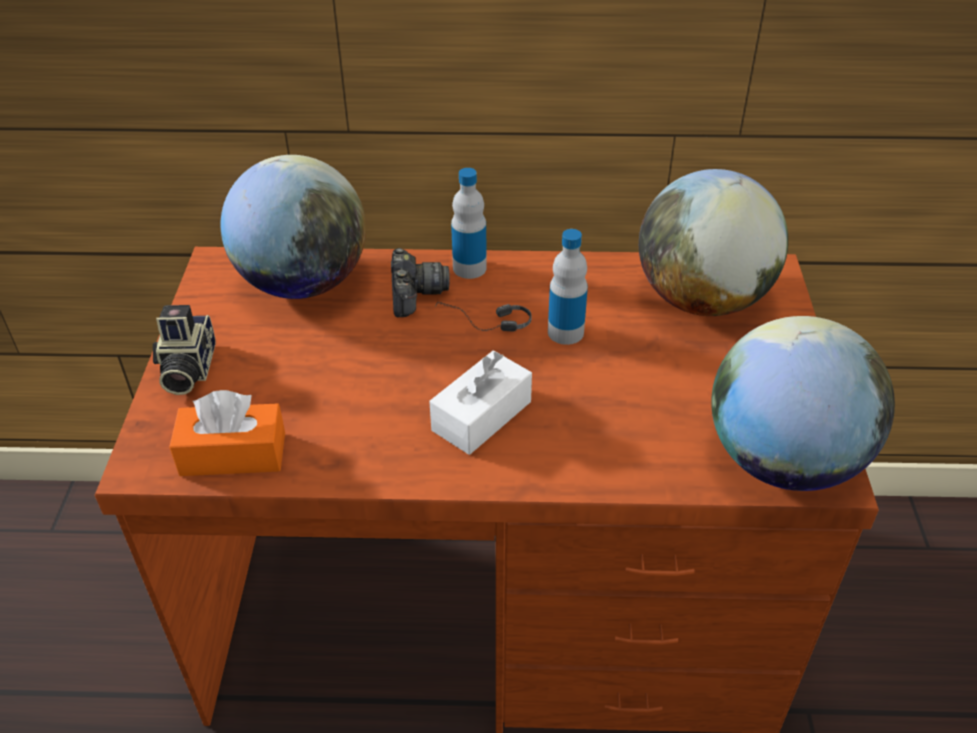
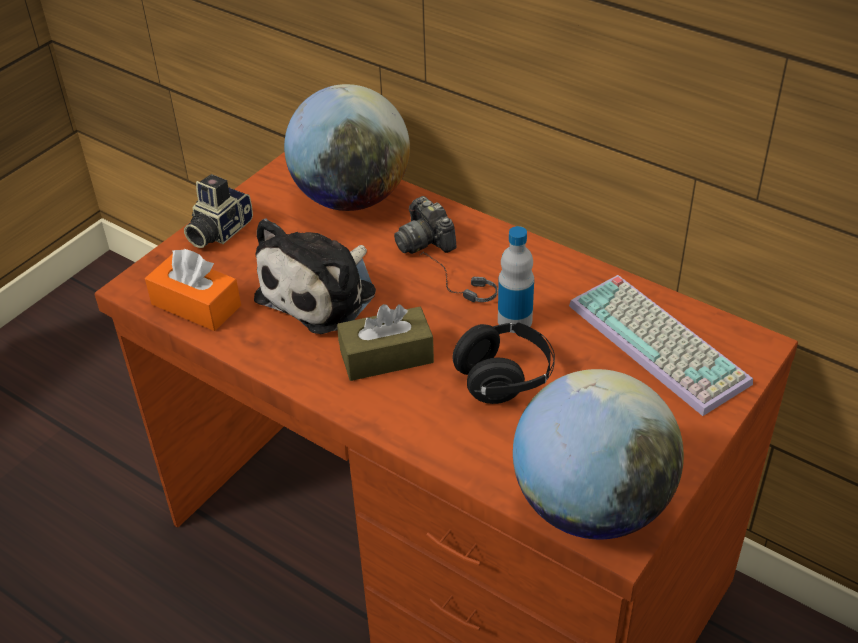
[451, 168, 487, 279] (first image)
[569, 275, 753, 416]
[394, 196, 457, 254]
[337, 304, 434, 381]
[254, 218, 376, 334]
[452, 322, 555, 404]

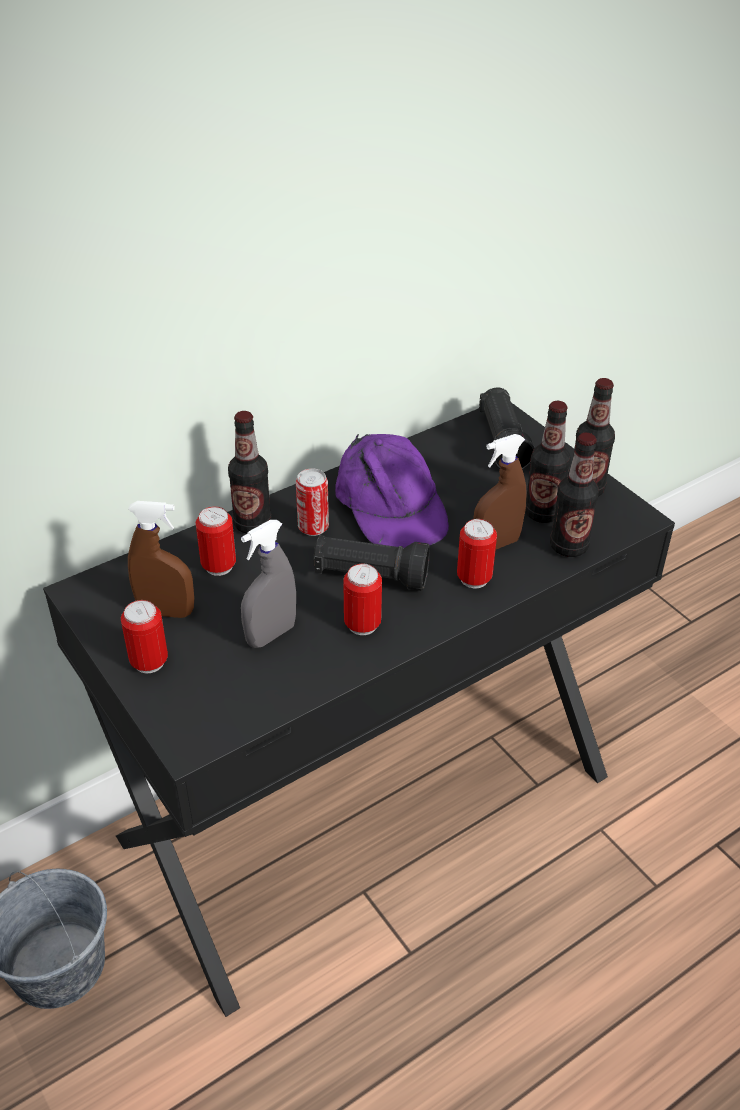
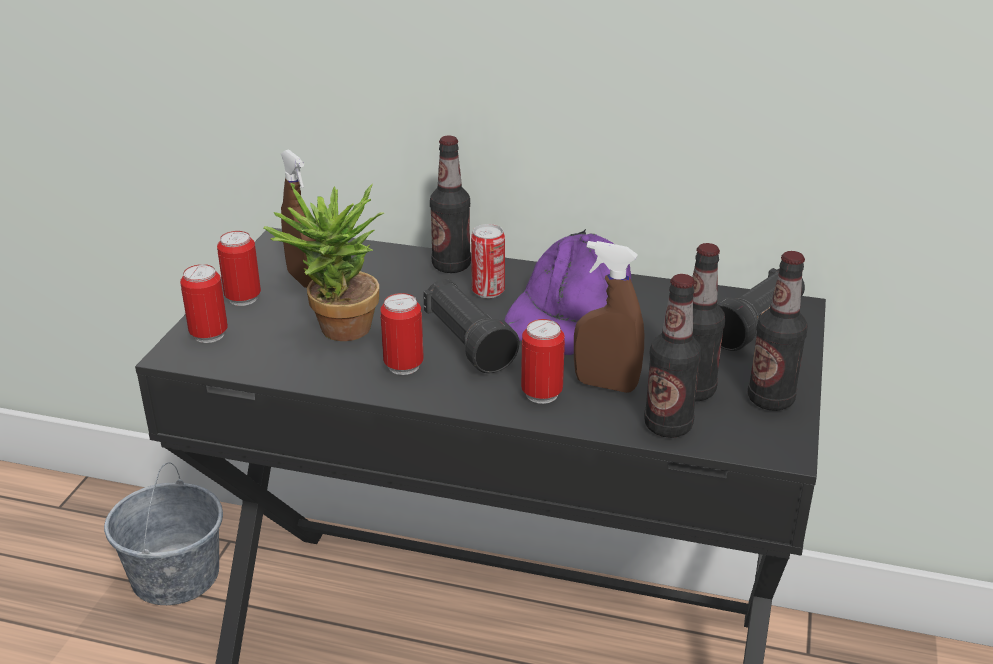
[180, 264, 228, 343]
[264, 182, 384, 341]

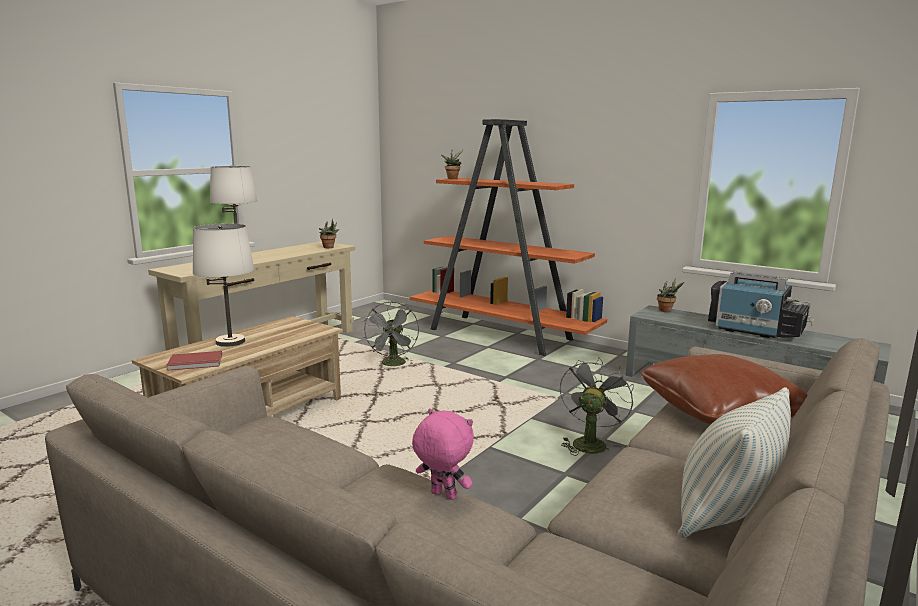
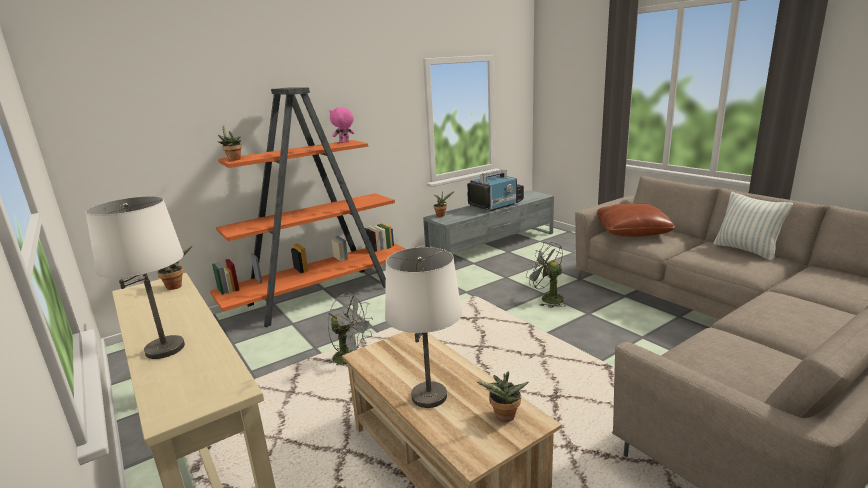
[477, 371, 529, 422]
[329, 107, 354, 143]

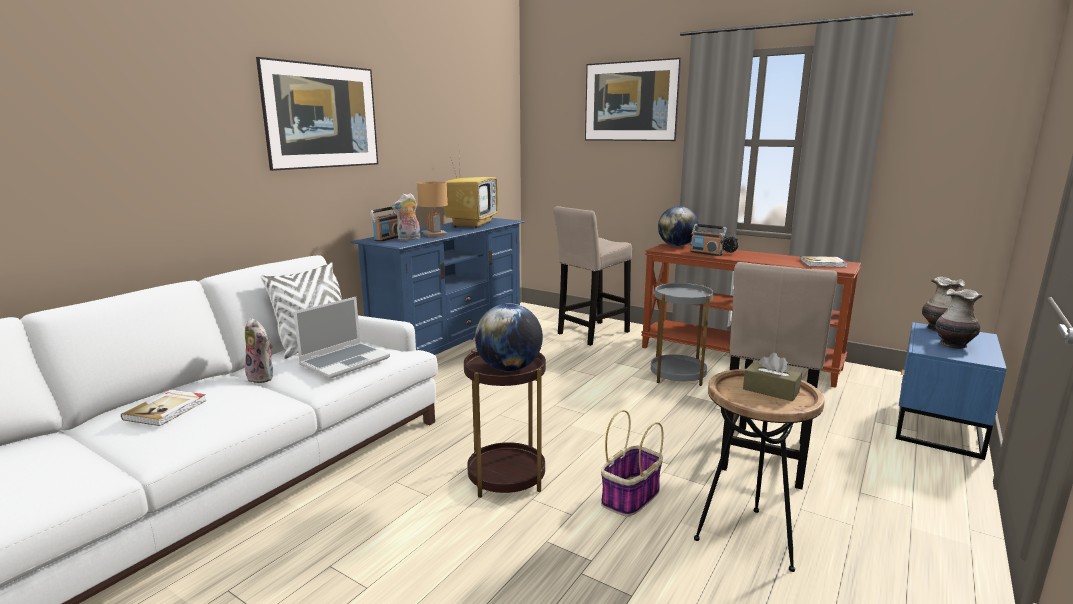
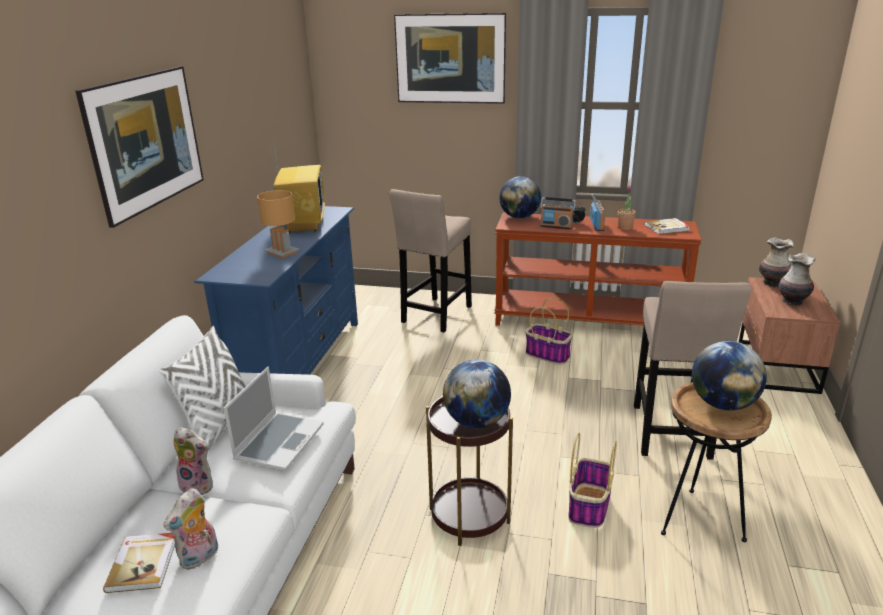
[163, 488, 218, 570]
[590, 194, 605, 231]
[525, 297, 573, 365]
[739, 277, 841, 394]
[692, 341, 767, 411]
[618, 186, 636, 230]

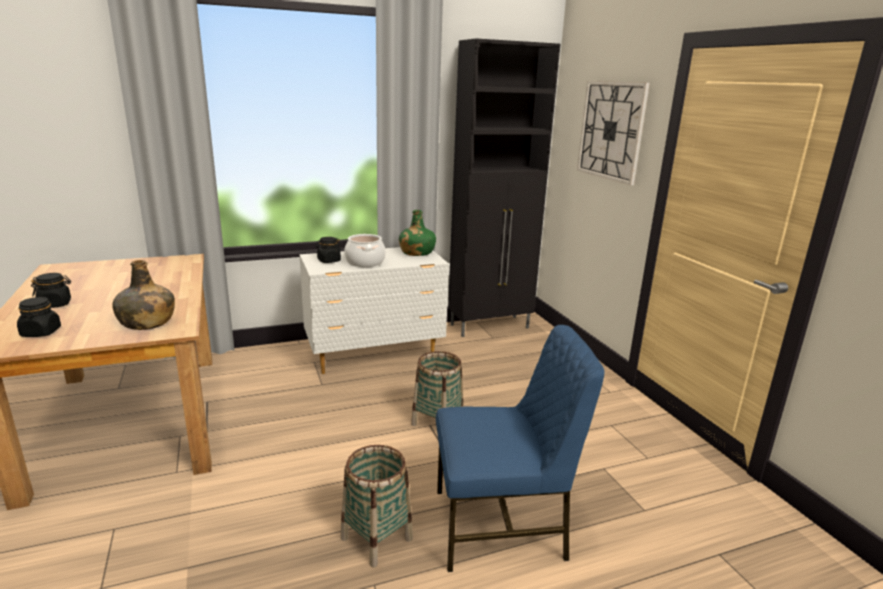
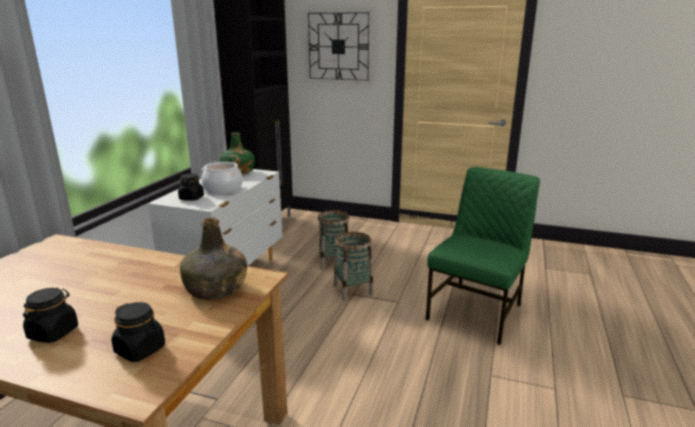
[426, 167, 540, 345]
[318, 210, 350, 270]

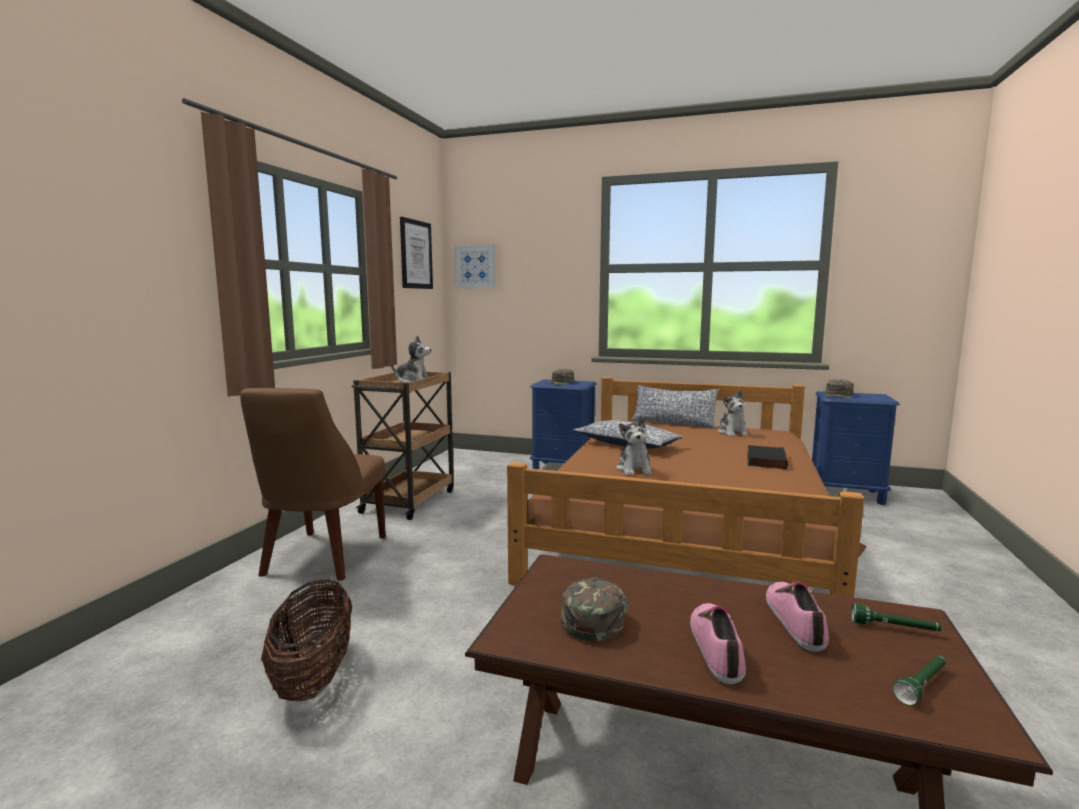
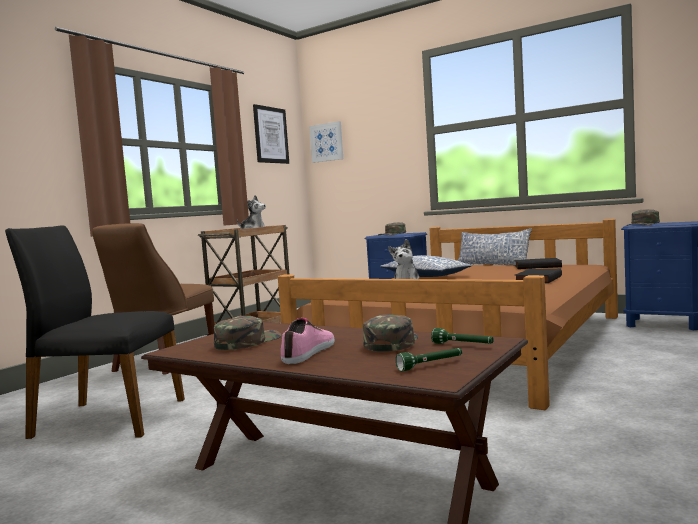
[514, 258, 562, 269]
[5, 226, 185, 439]
[363, 314, 418, 352]

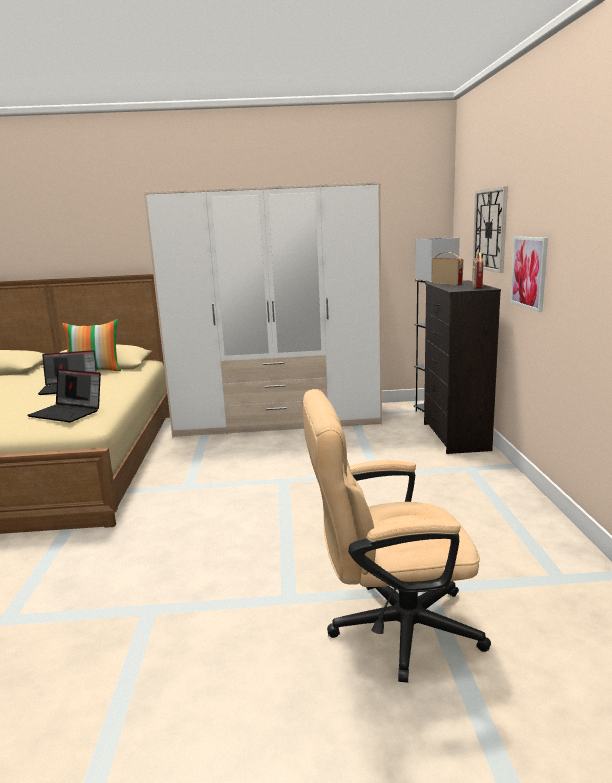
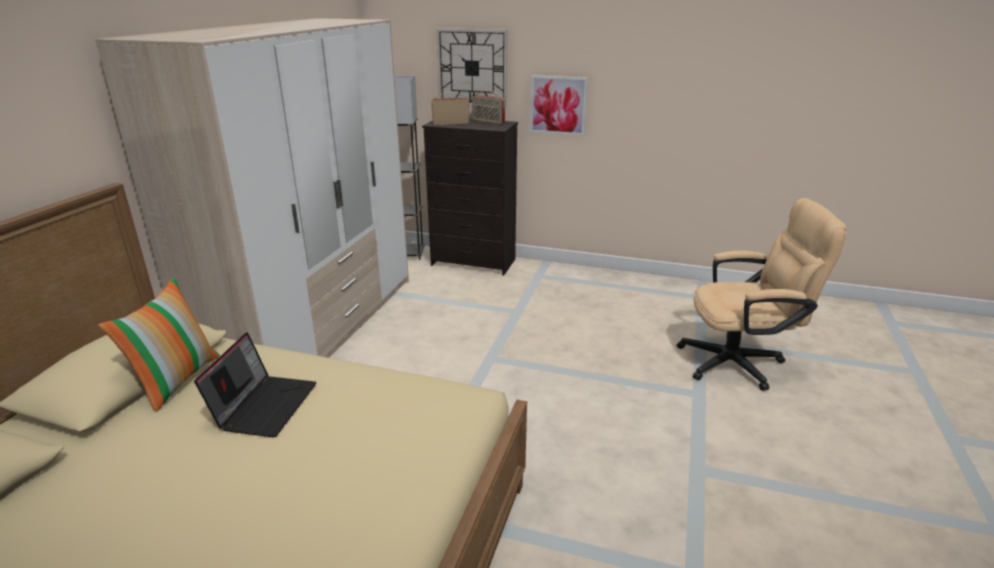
[27, 369, 101, 422] (first image)
[677, 198, 846, 391]

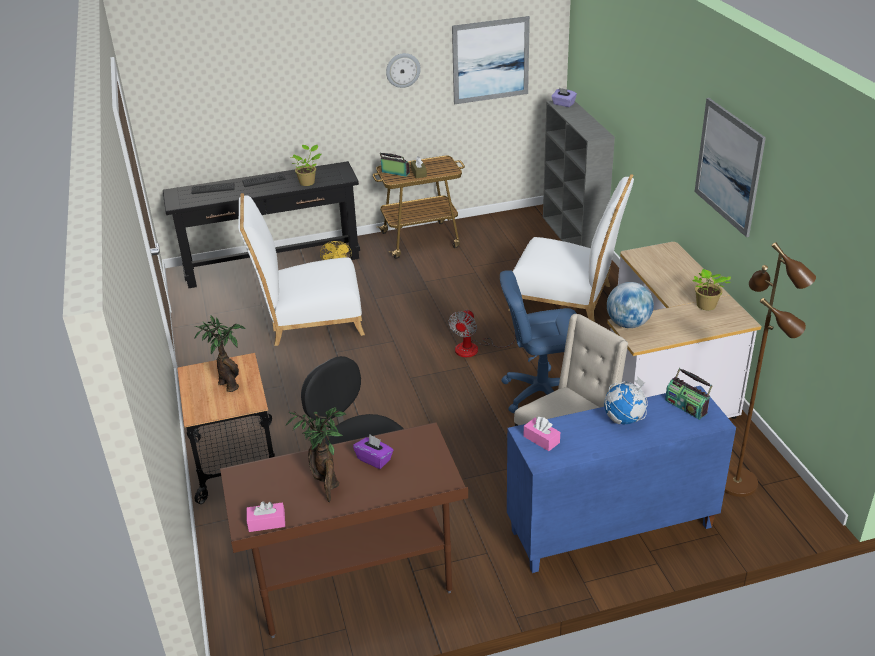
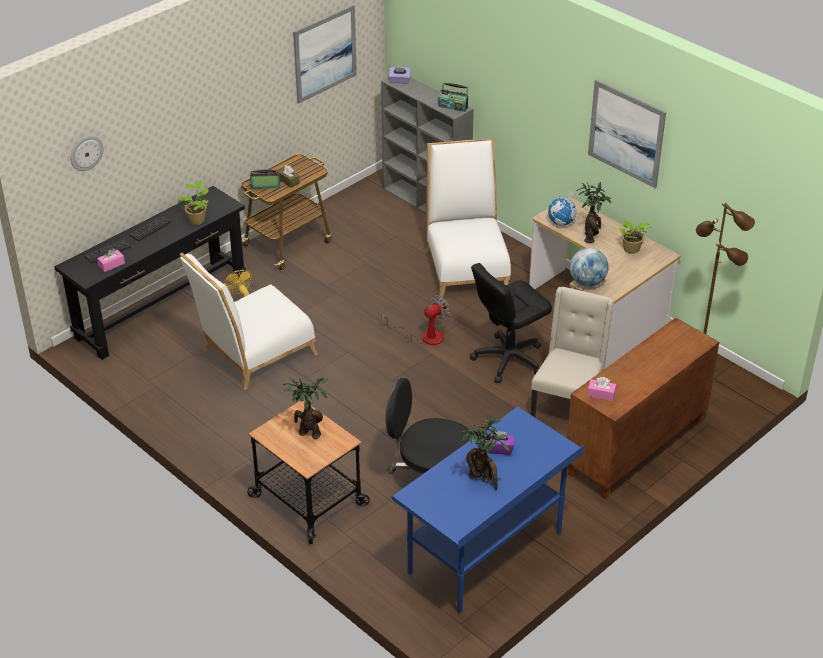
[71, 135, 104, 171]
[426, 138, 511, 299]
[470, 263, 552, 383]
[382, 295, 450, 345]
[438, 82, 468, 112]
[548, 190, 577, 226]
[567, 318, 719, 499]
[391, 407, 584, 614]
[97, 249, 125, 272]
[577, 182, 611, 243]

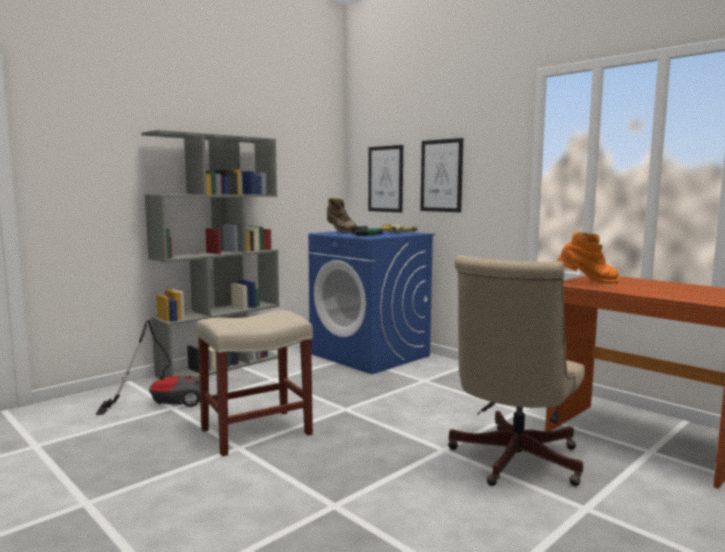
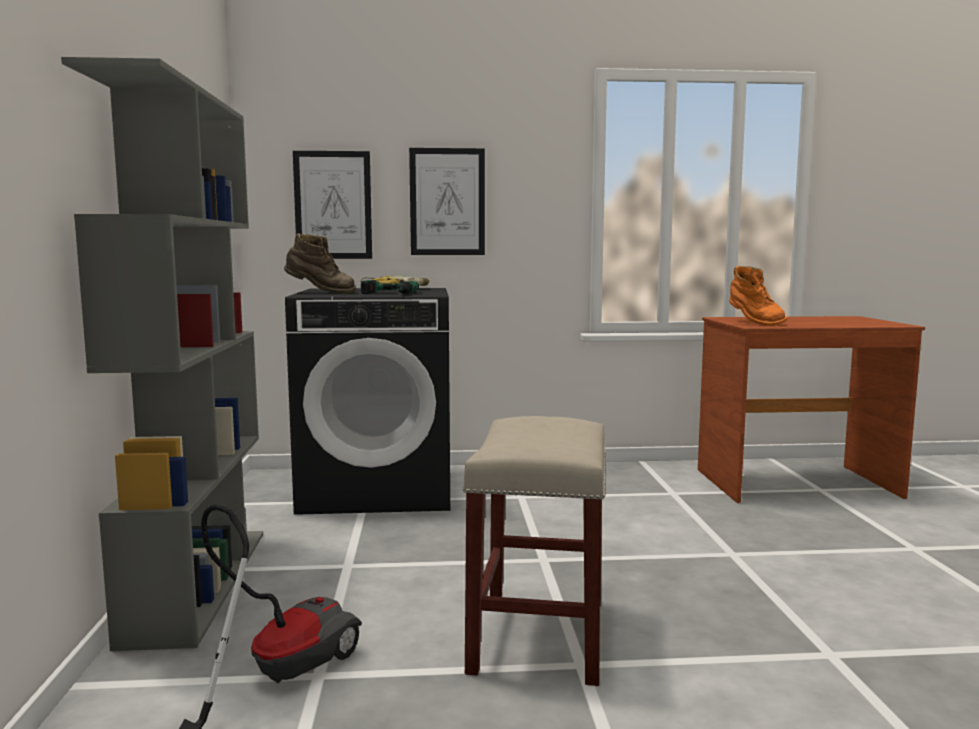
[285, 288, 450, 515]
[729, 265, 787, 326]
[448, 255, 585, 486] (first image)

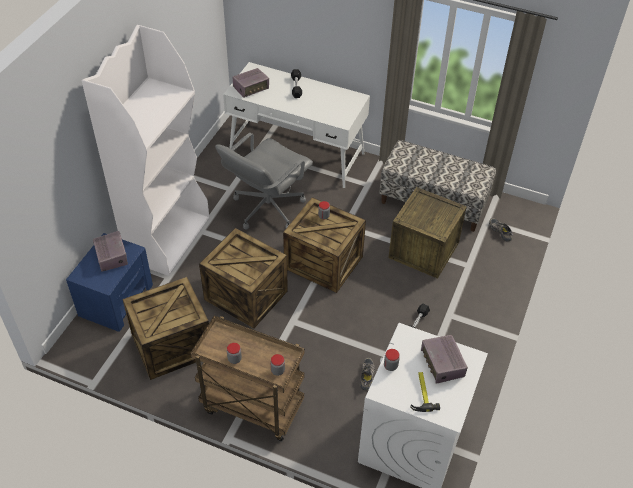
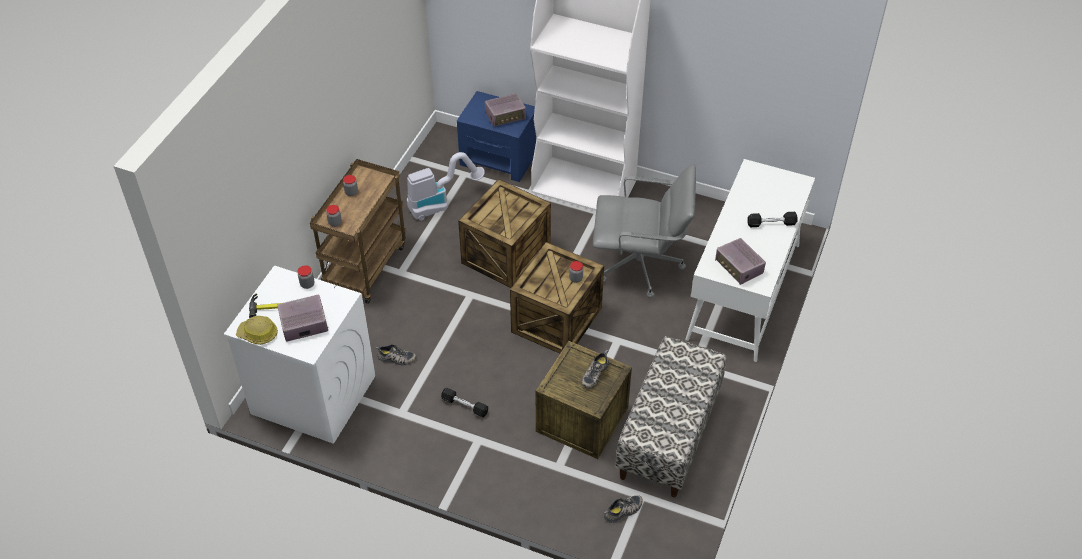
[715, 238, 766, 285]
[593, 164, 696, 298]
[407, 152, 485, 221]
[236, 316, 278, 345]
[582, 350, 609, 389]

